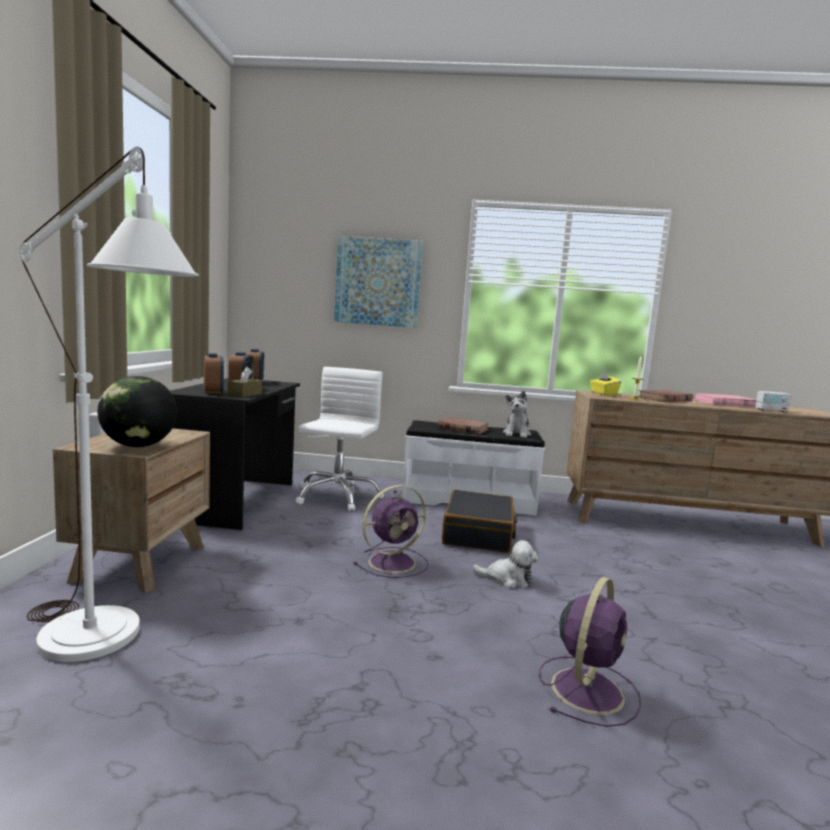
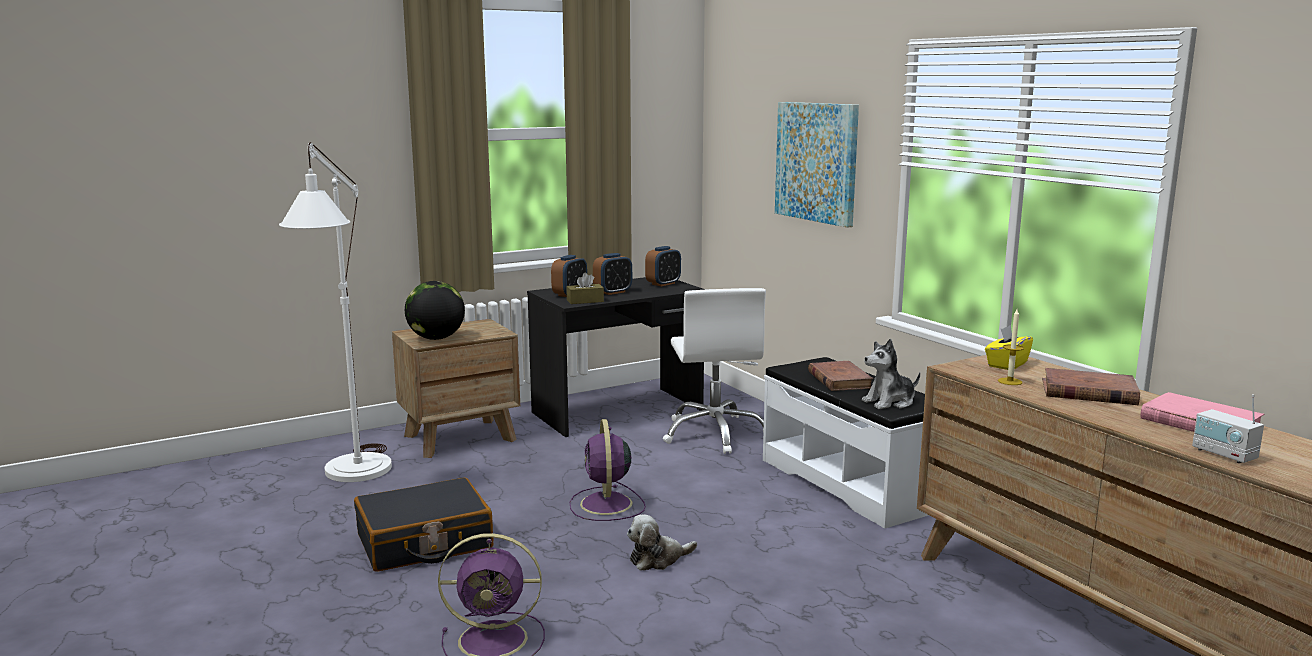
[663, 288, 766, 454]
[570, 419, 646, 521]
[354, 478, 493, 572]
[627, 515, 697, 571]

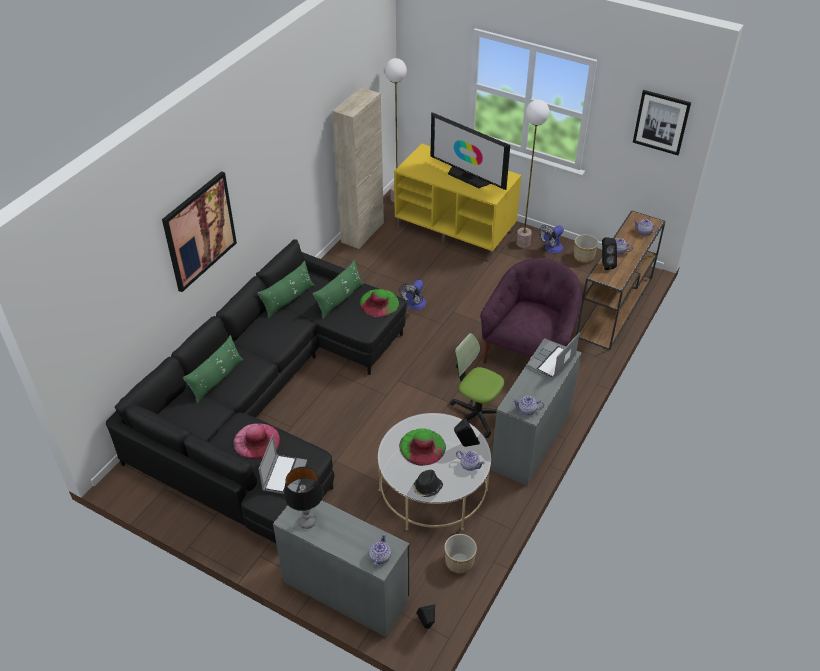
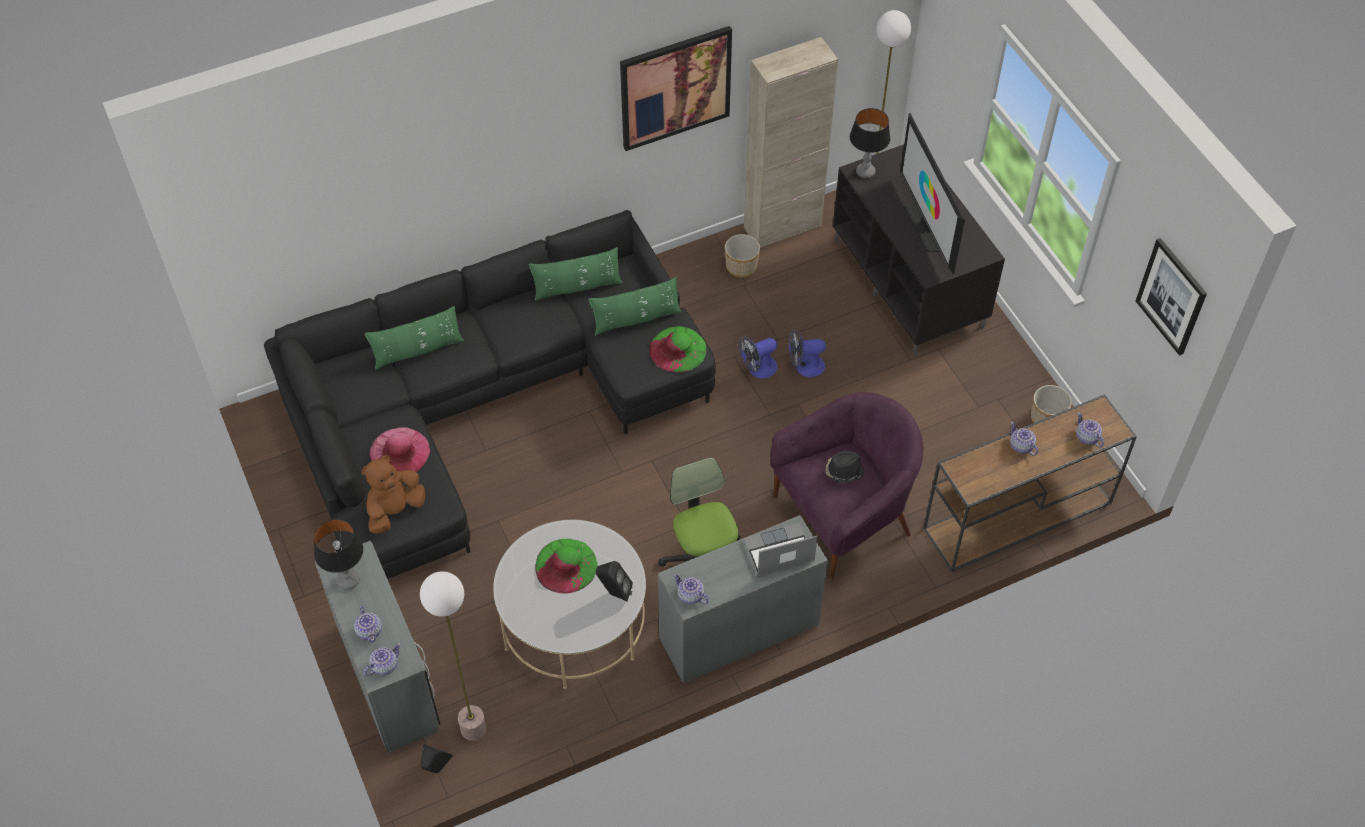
[420, 571, 486, 741]
[833, 144, 1005, 355]
[620, 26, 732, 151]
[789, 329, 826, 377]
[602, 237, 617, 270] (first image)
[361, 455, 425, 534]
[354, 606, 382, 643]
[826, 451, 864, 483]
[725, 234, 760, 277]
[850, 108, 890, 178]

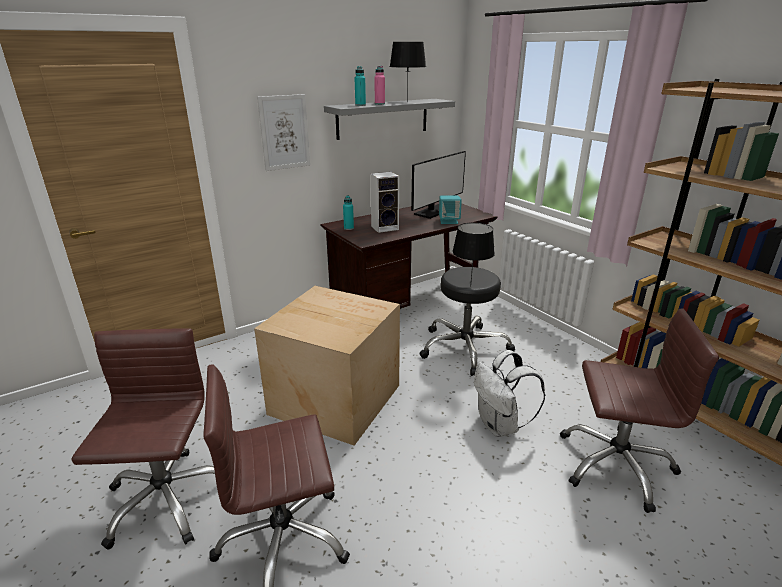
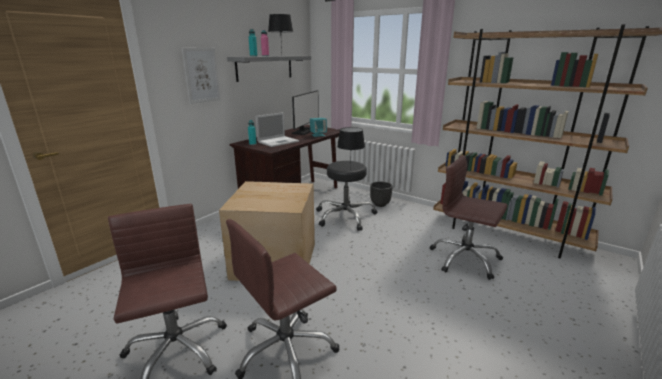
[256, 112, 299, 147]
[430, 155, 508, 280]
[474, 350, 546, 437] (first image)
[370, 182, 392, 207]

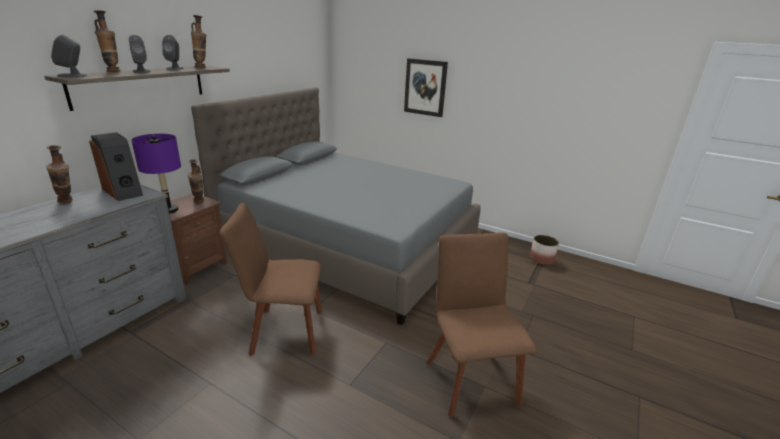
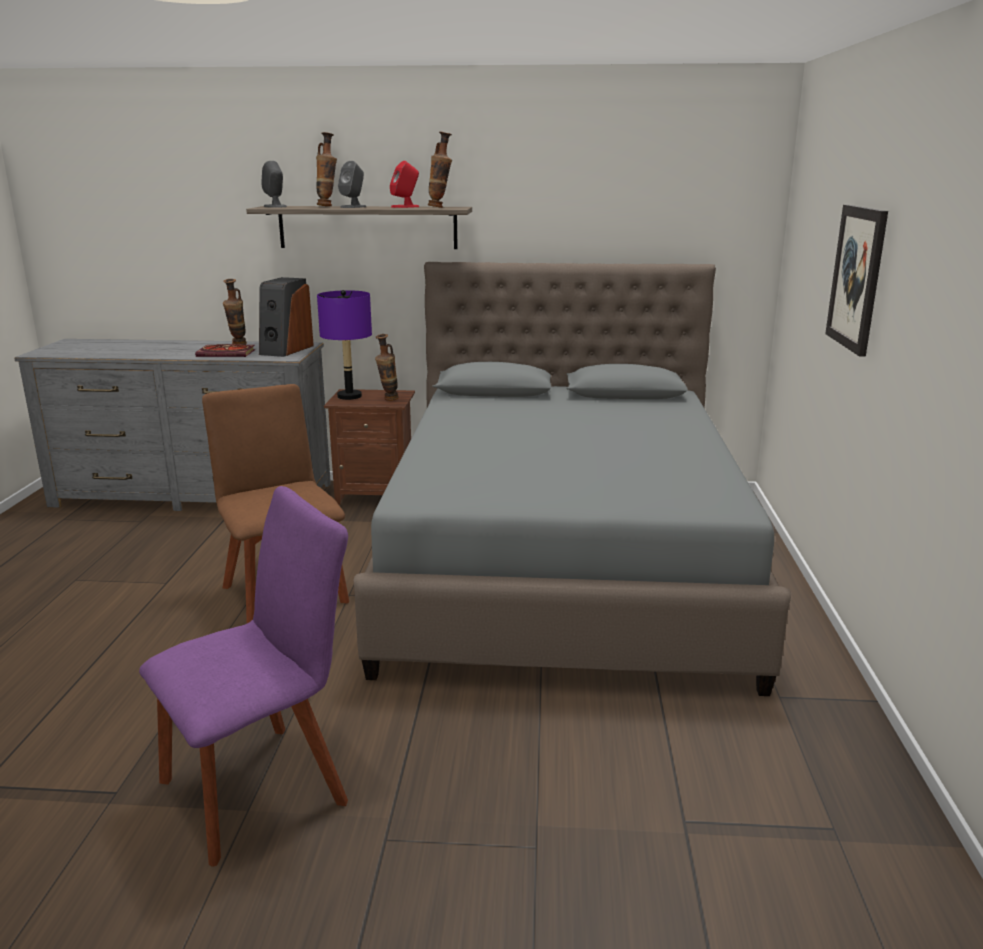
[390, 161, 419, 208]
[139, 486, 348, 866]
[530, 235, 559, 265] (first image)
[195, 344, 255, 357]

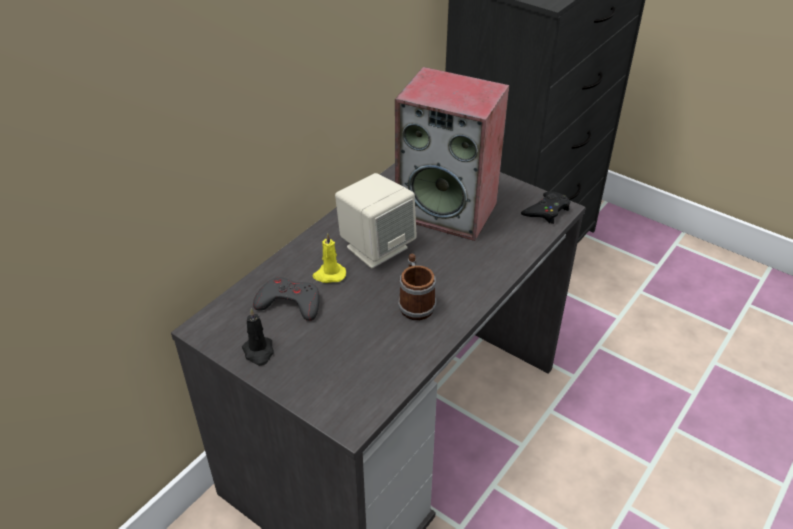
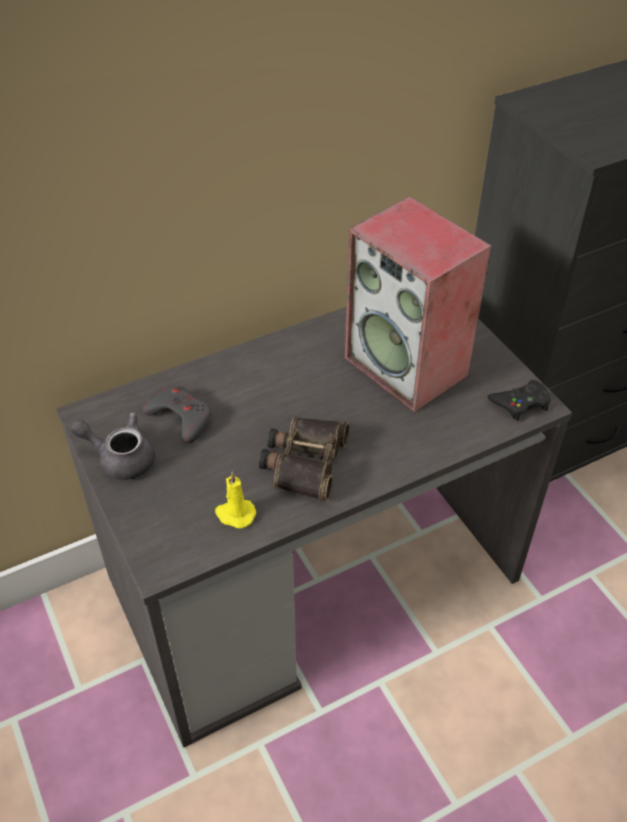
[335, 173, 417, 268] (first image)
[215, 472, 256, 528]
[259, 417, 350, 501]
[70, 412, 155, 480]

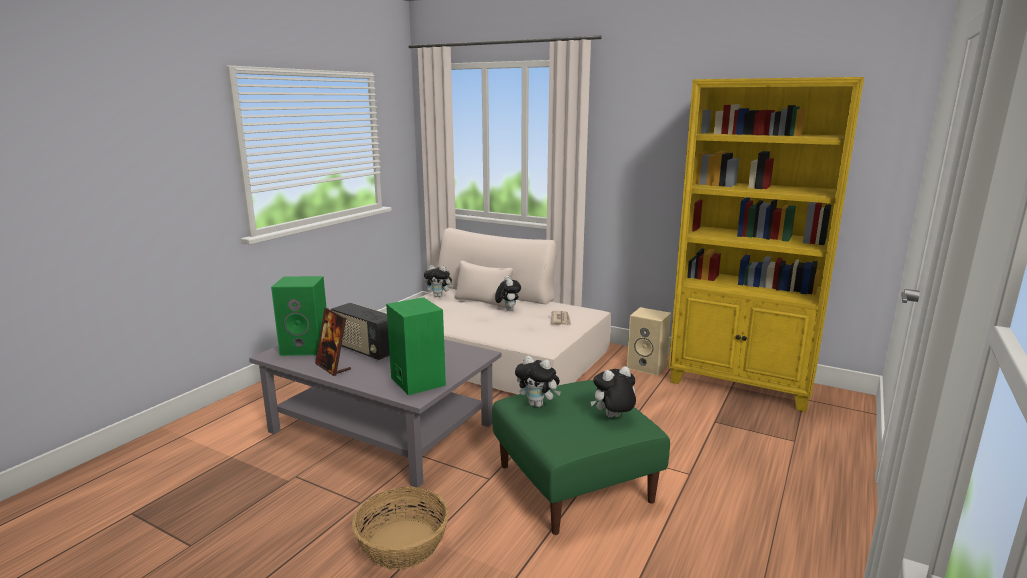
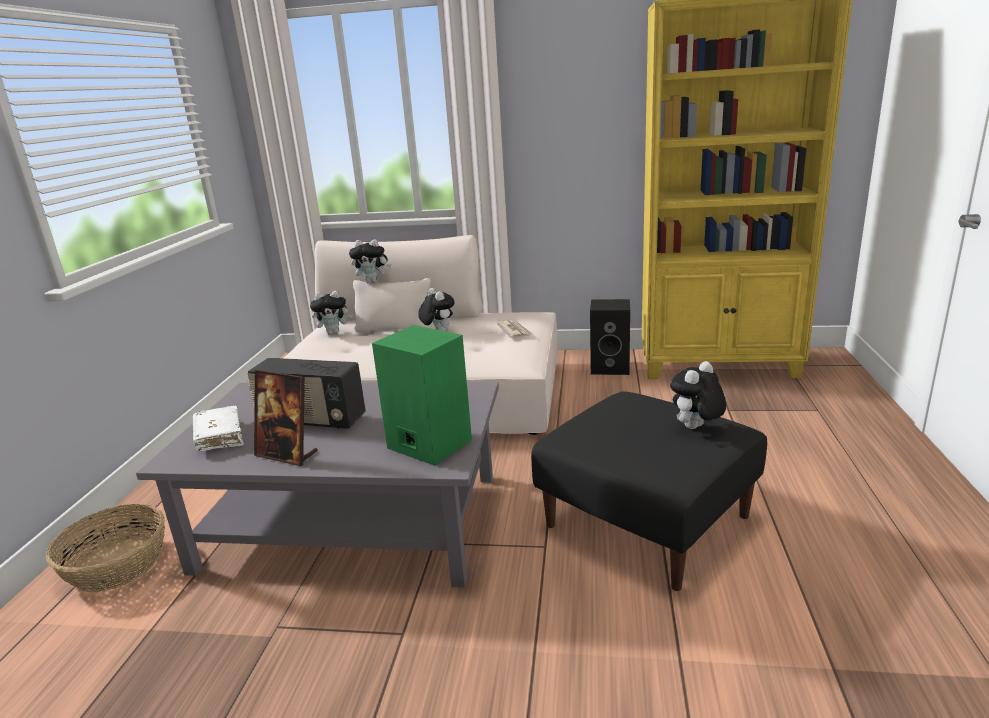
[193, 406, 244, 451]
[590, 299, 630, 375]
[349, 239, 391, 283]
[531, 391, 767, 591]
[45, 504, 165, 592]

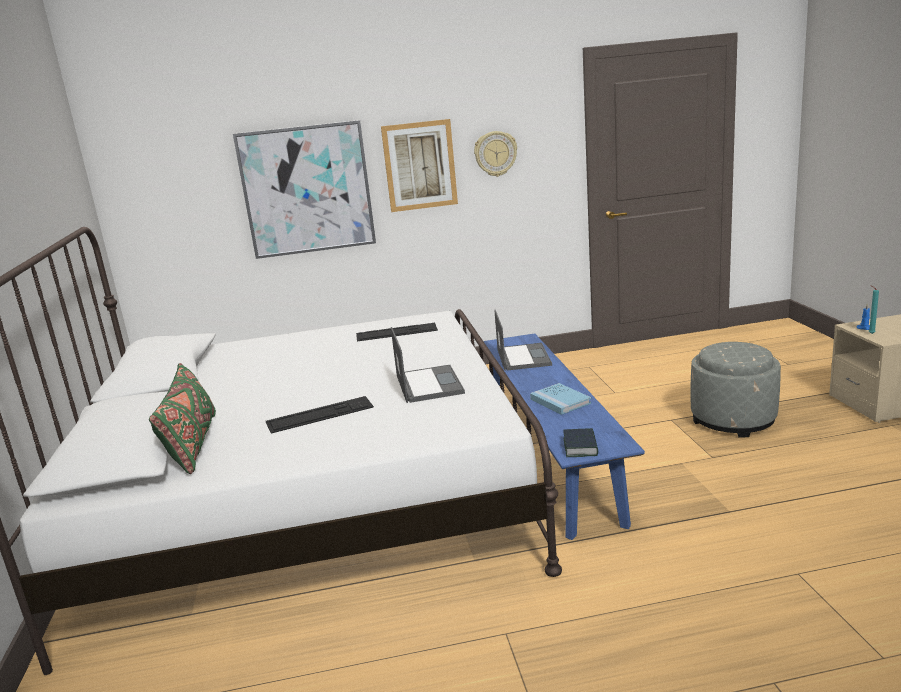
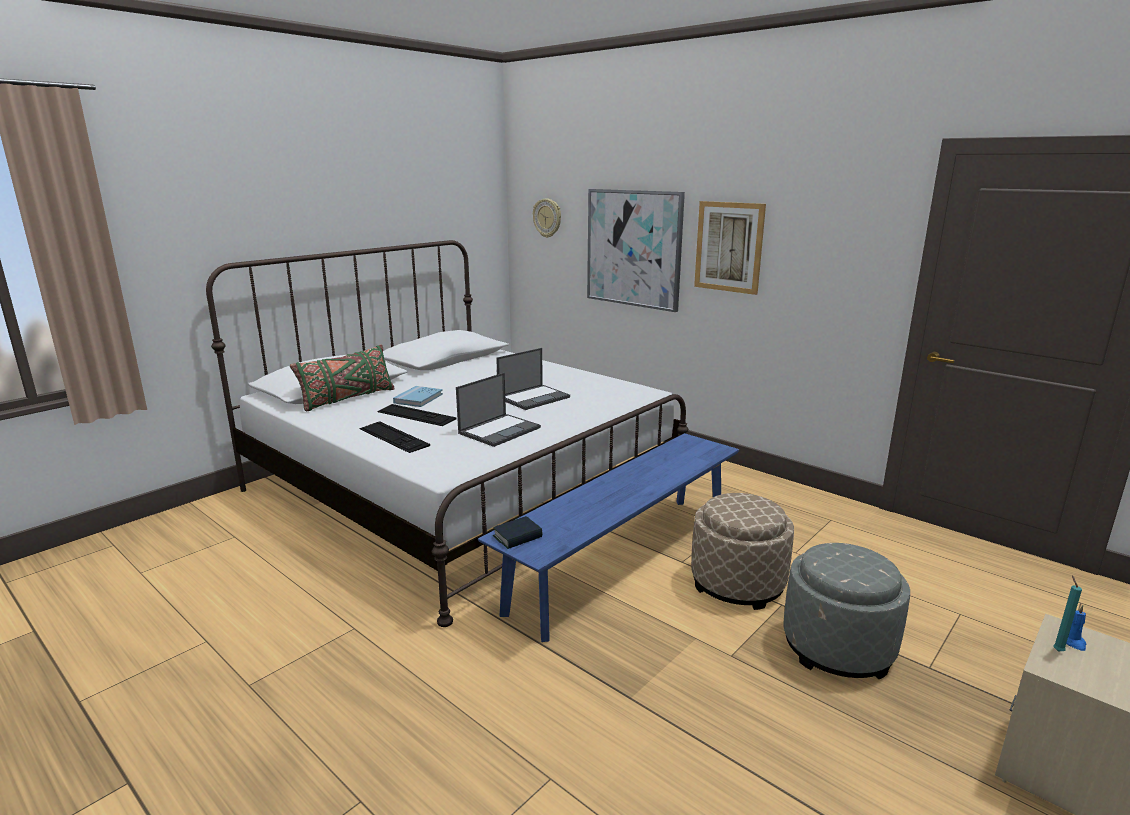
[533, 198, 561, 238]
[496, 348, 570, 410]
[359, 421, 430, 453]
[393, 386, 443, 407]
[691, 493, 794, 610]

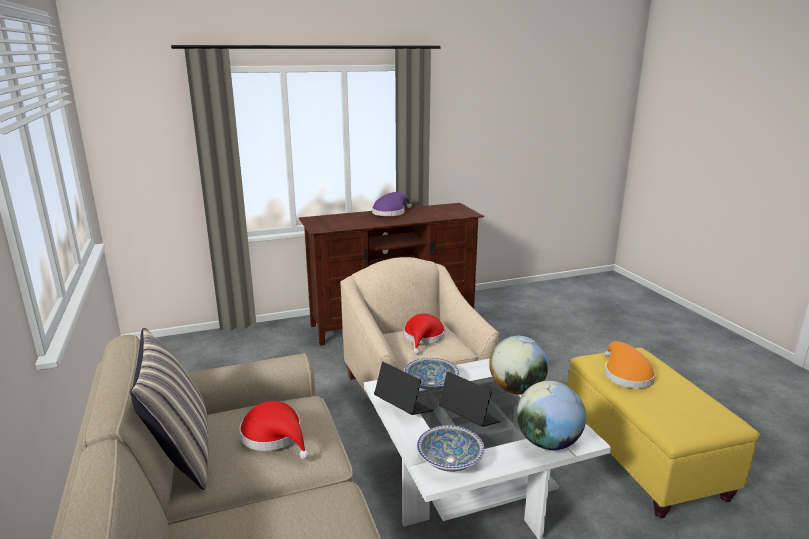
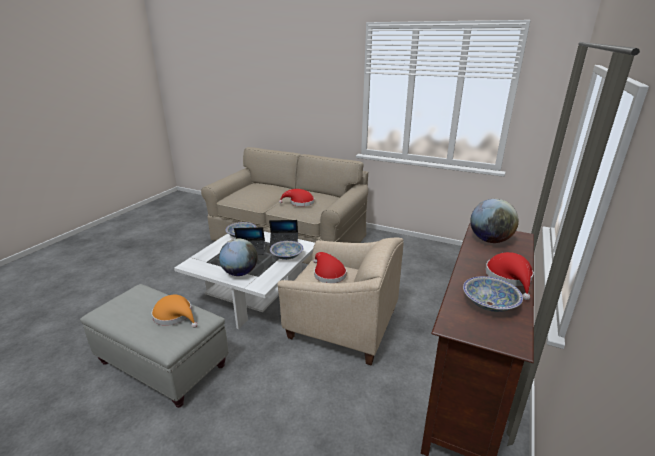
[485, 252, 534, 300]
[130, 328, 208, 490] (first image)
[80, 284, 228, 408]
[470, 199, 519, 243]
[463, 276, 523, 312]

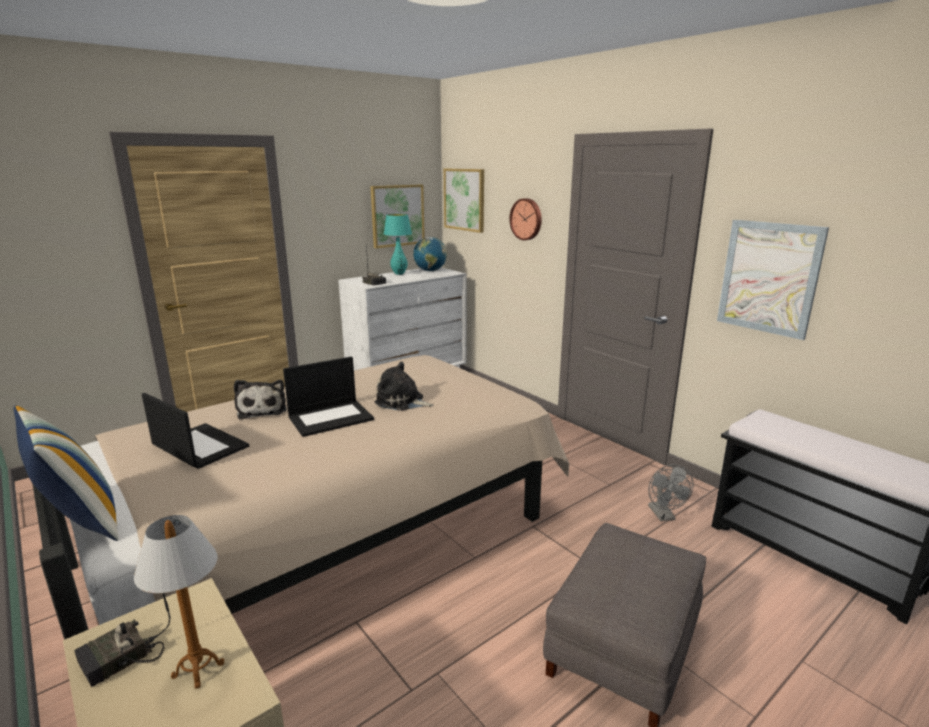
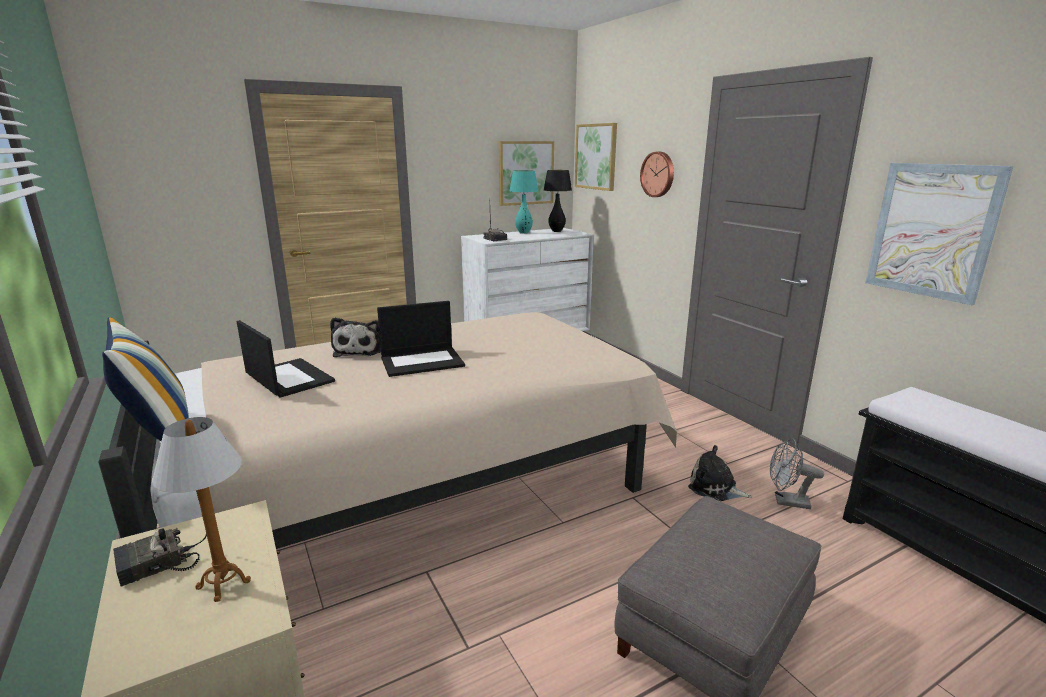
[544, 170, 572, 232]
[688, 445, 752, 501]
[770, 438, 824, 509]

